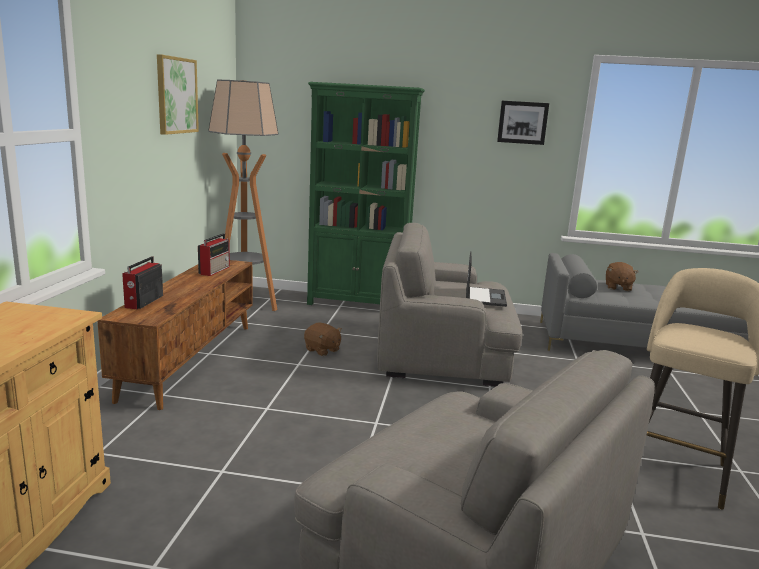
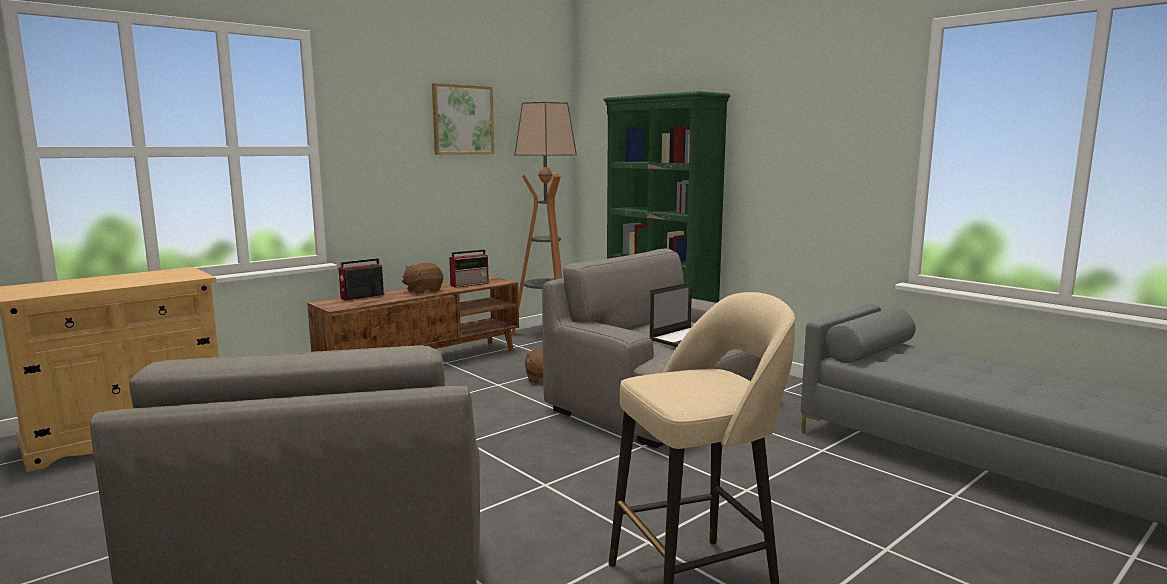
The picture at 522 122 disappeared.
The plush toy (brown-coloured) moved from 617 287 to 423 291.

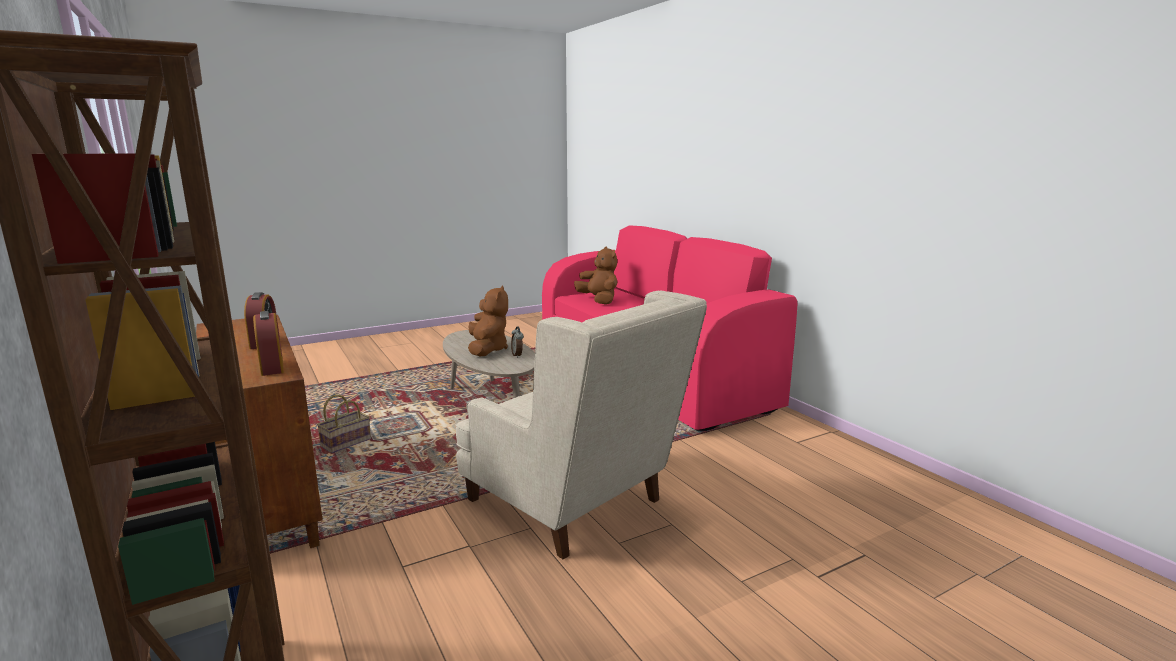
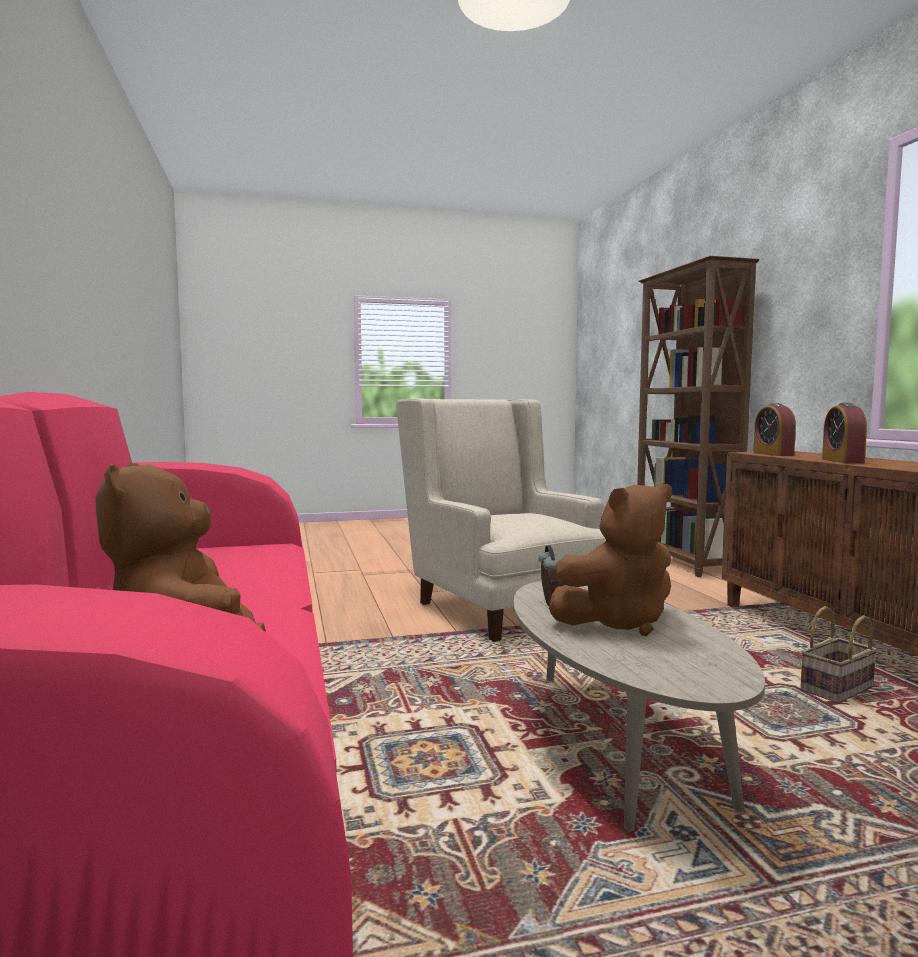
The plush toy (brown-coloured) at 487 349 turned 120 degrees counterclockwise.

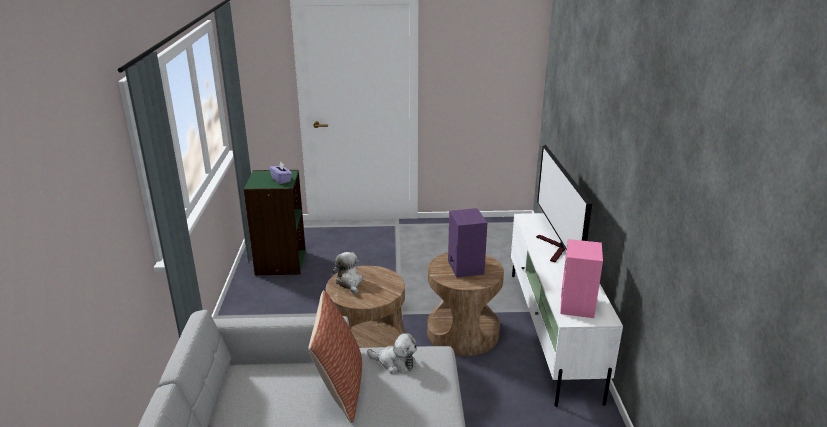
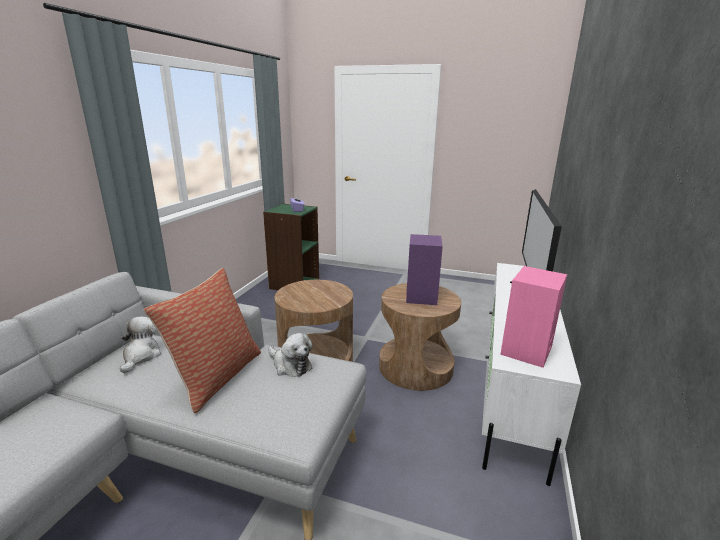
The plush toy moved from 349 282 to 141 356.

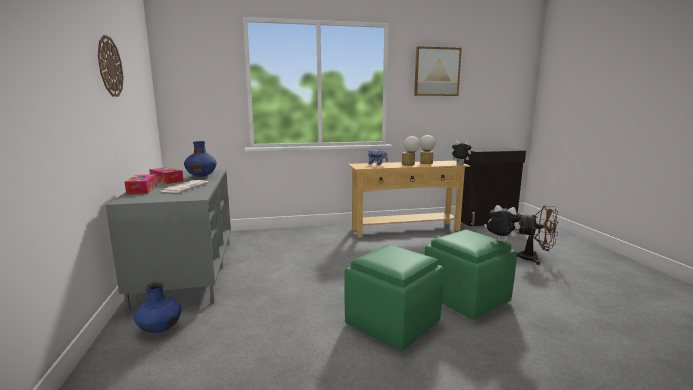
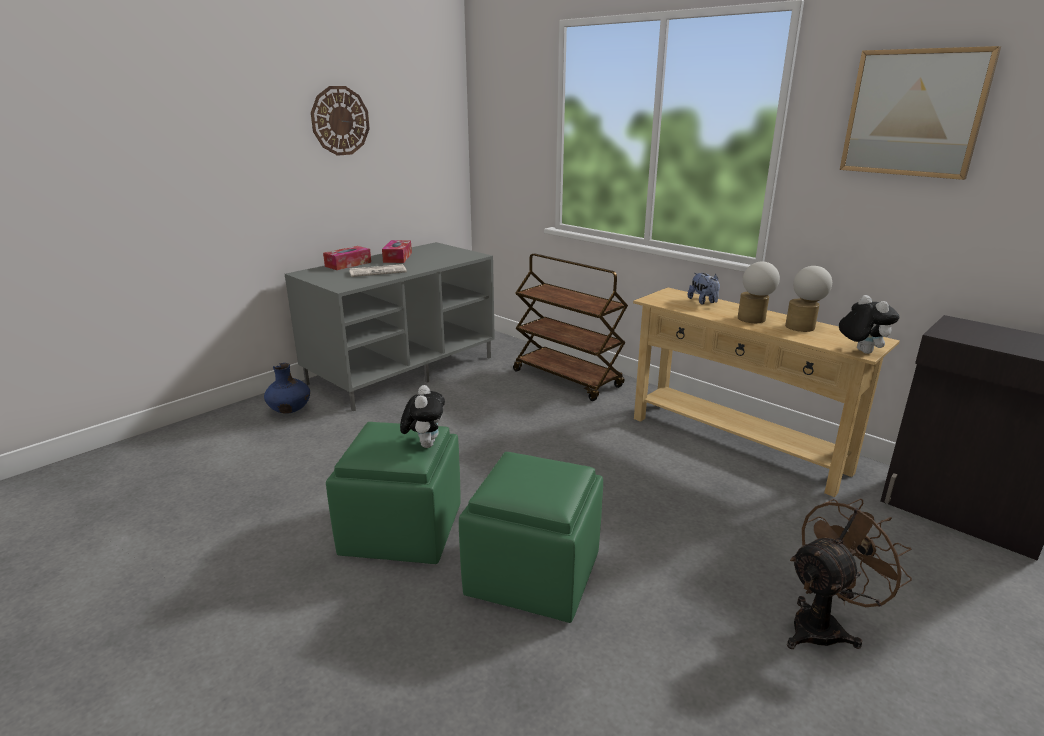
The decorative vase (bluish) at 201 176 disappeared.
The wheeled cart (brown-coloured) at 568 379 appeared.
The plush toy moved from 500 241 to 425 444.
The fan (brown-coloured) at 534 259 turned 105 degrees counterclockwise.

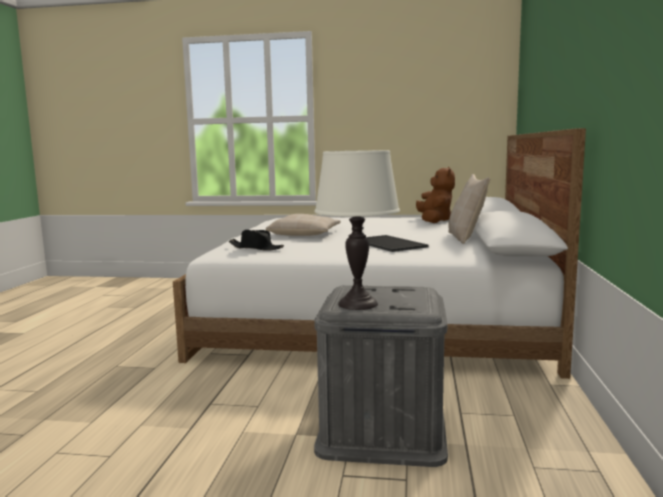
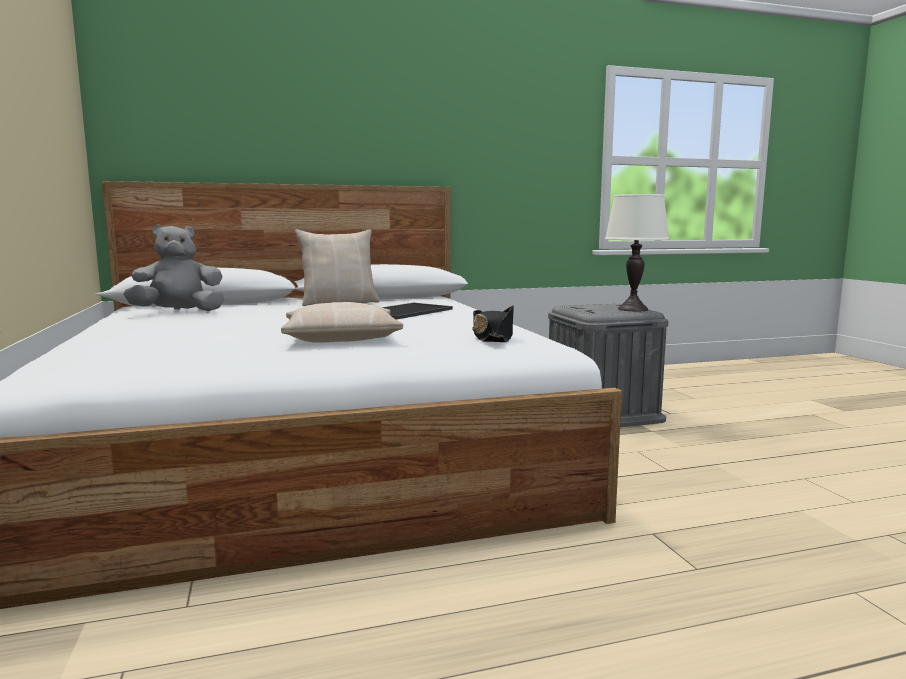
The plush toy (brown-coloured) at 434 221 became the plush toy (greyish) at 179 312.

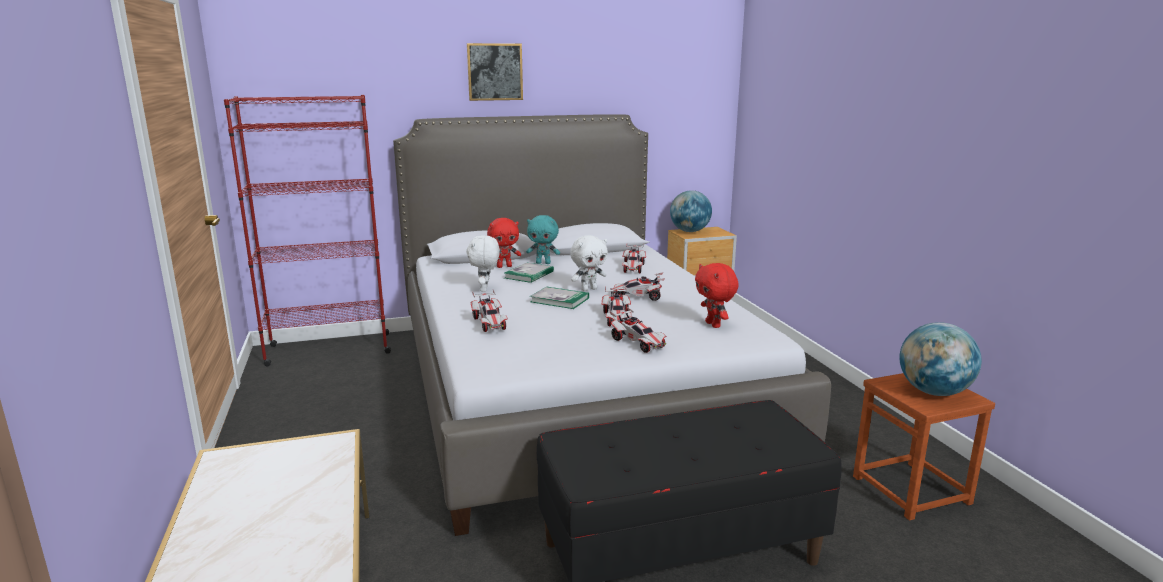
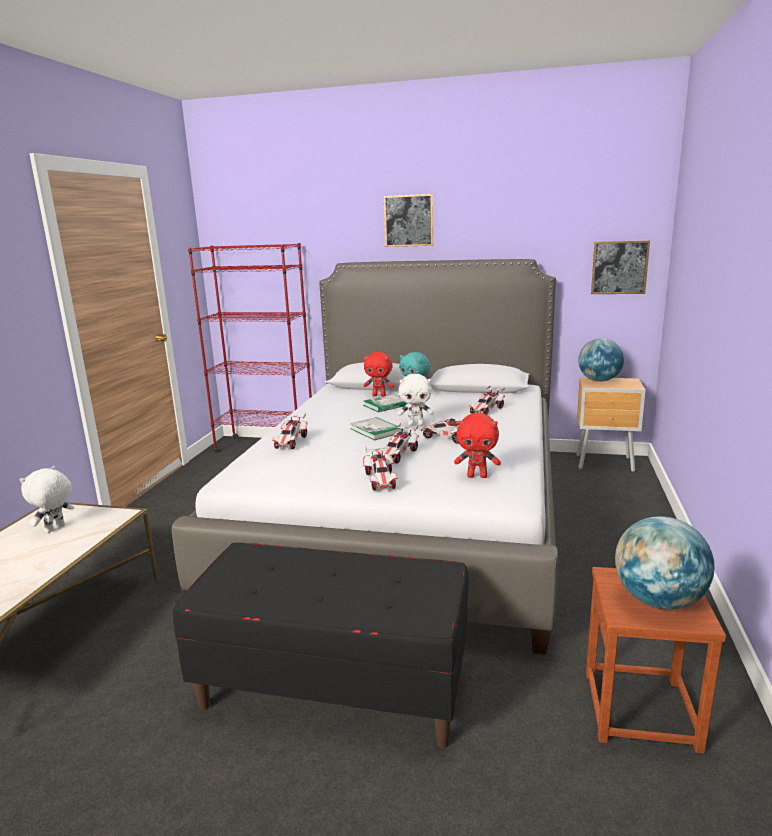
The picture at 619 267 appeared.
The plush toy (white) moved from 485 289 to 55 529.
The plush toy (reddish) at 714 325 turned 90 degrees counterclockwise.

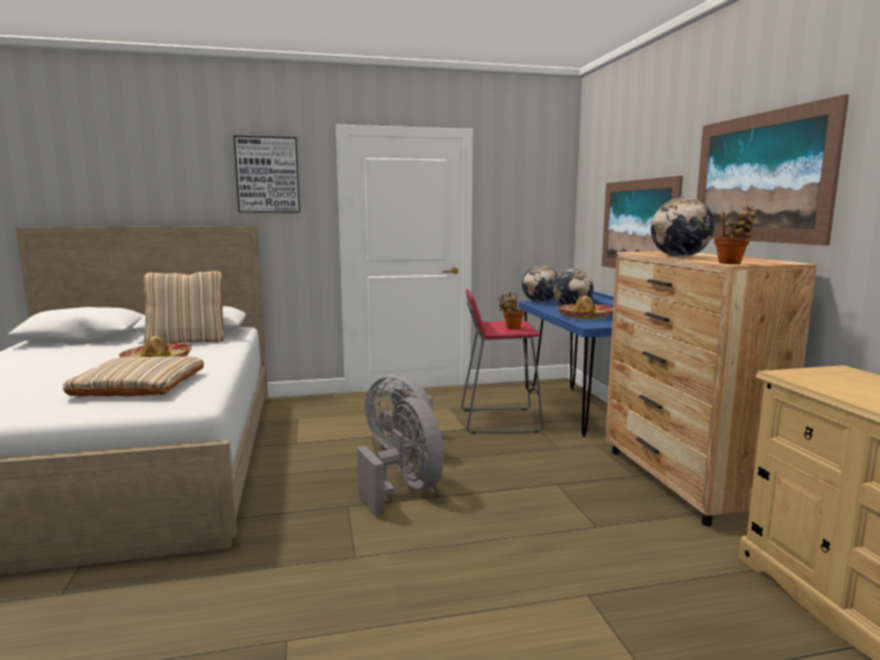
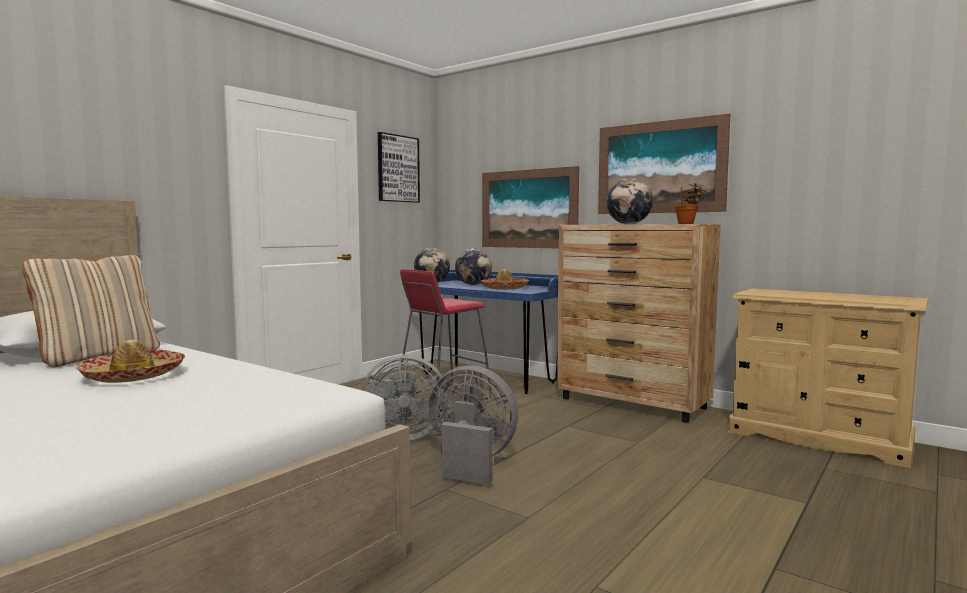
The cushion (beige) at 139 385 disappeared.
The plant in a pot at 511 327 disappeared.
The picture moved from 267 175 to 397 169.

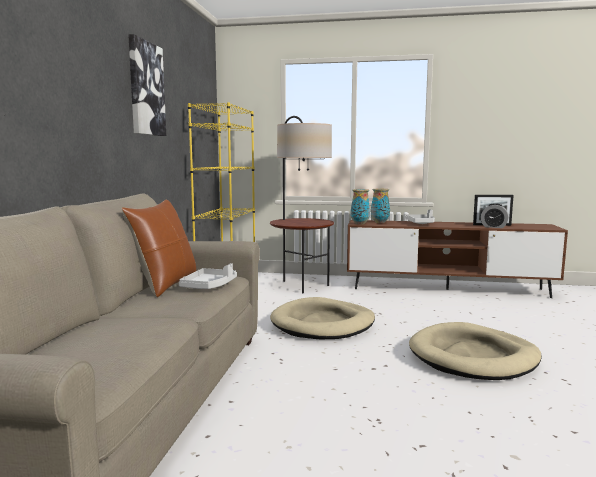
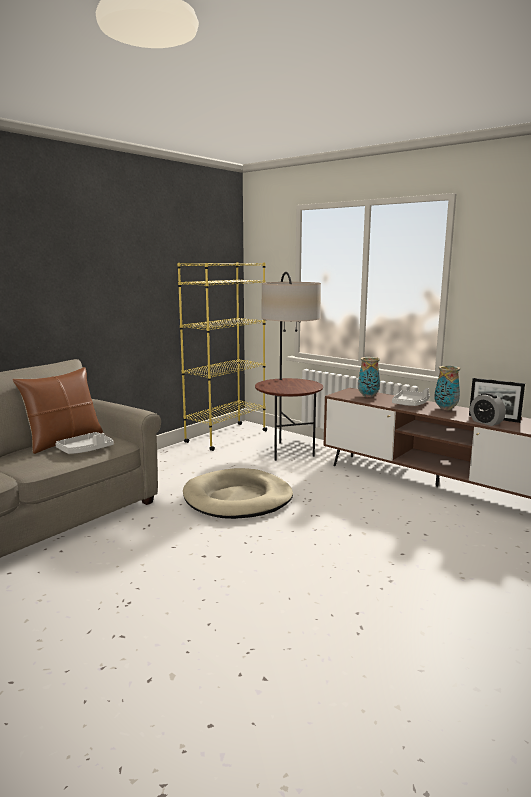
The picture at 145 89 disappeared.
The pet bed (beige) at 473 356 disappeared.
The decorative vase moved from 359 224 to 445 408.

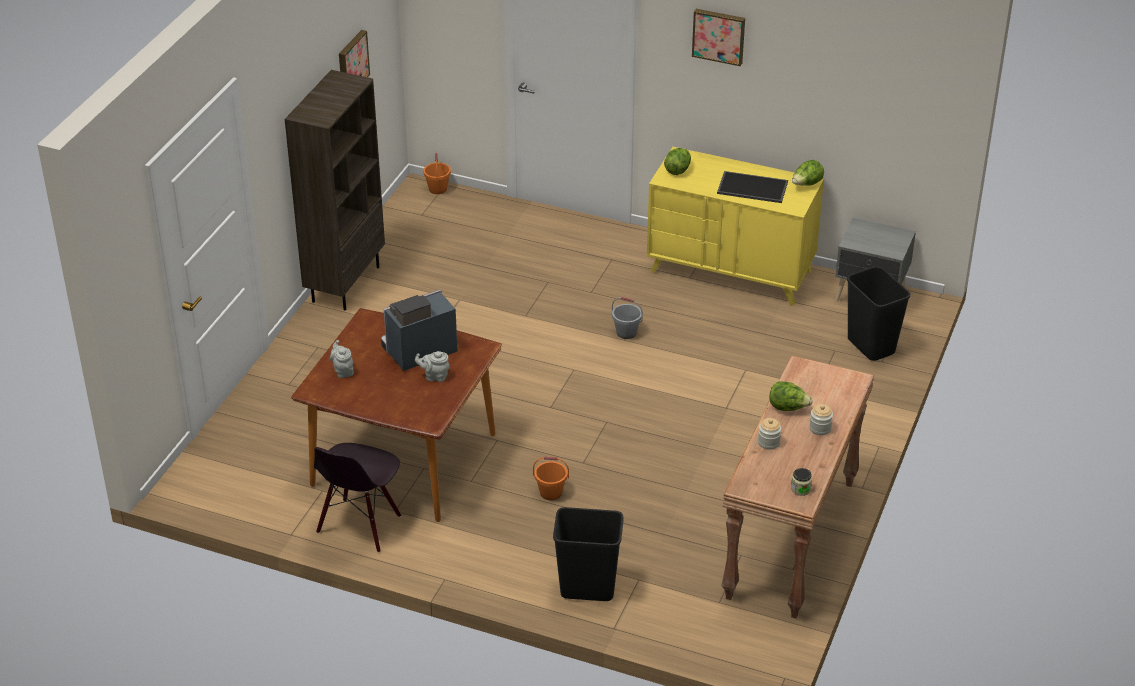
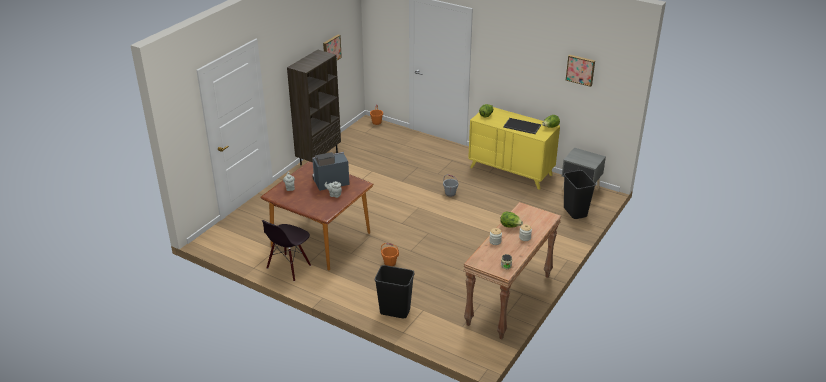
The picture moved from 719 36 to 580 70.

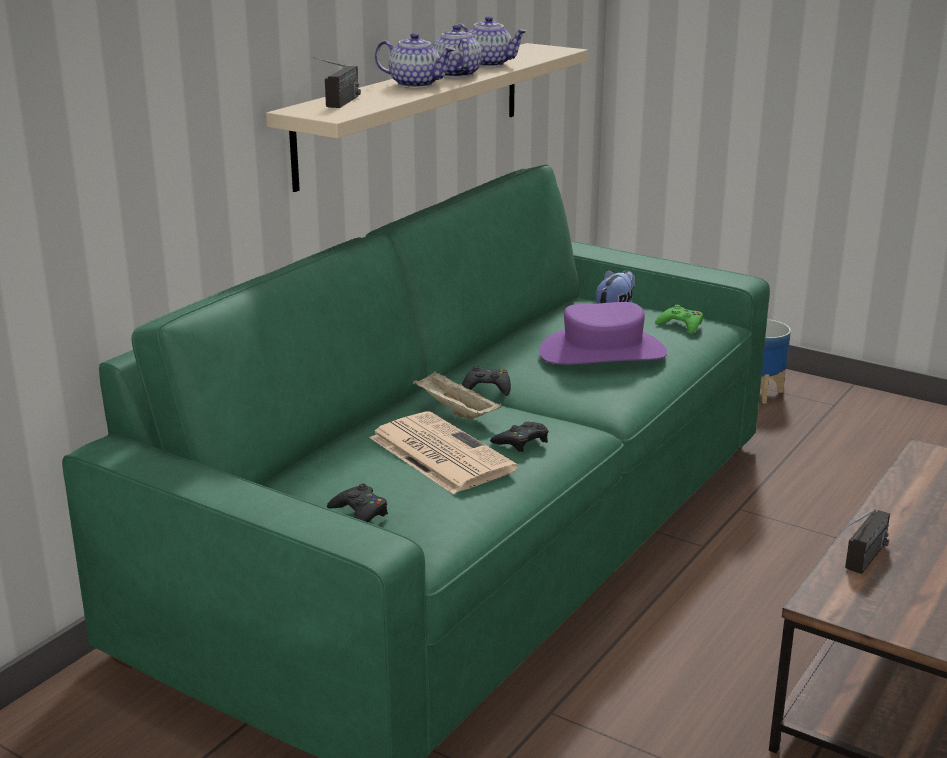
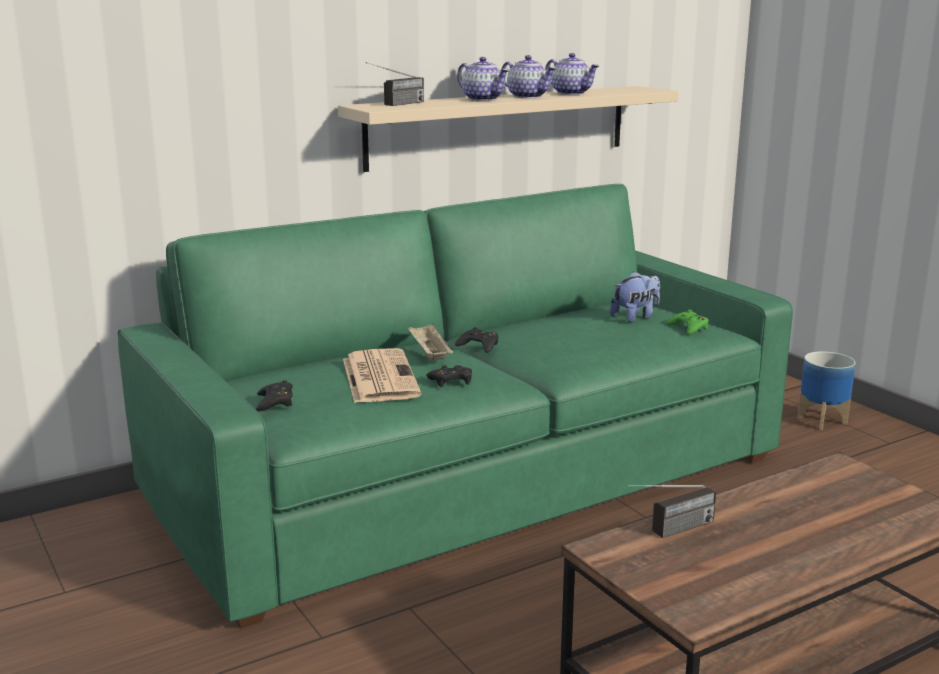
The clothing hat (purple-coloured) at 602 352 disappeared.
The tea pot at 455 75 turned 120 degrees clockwise.

